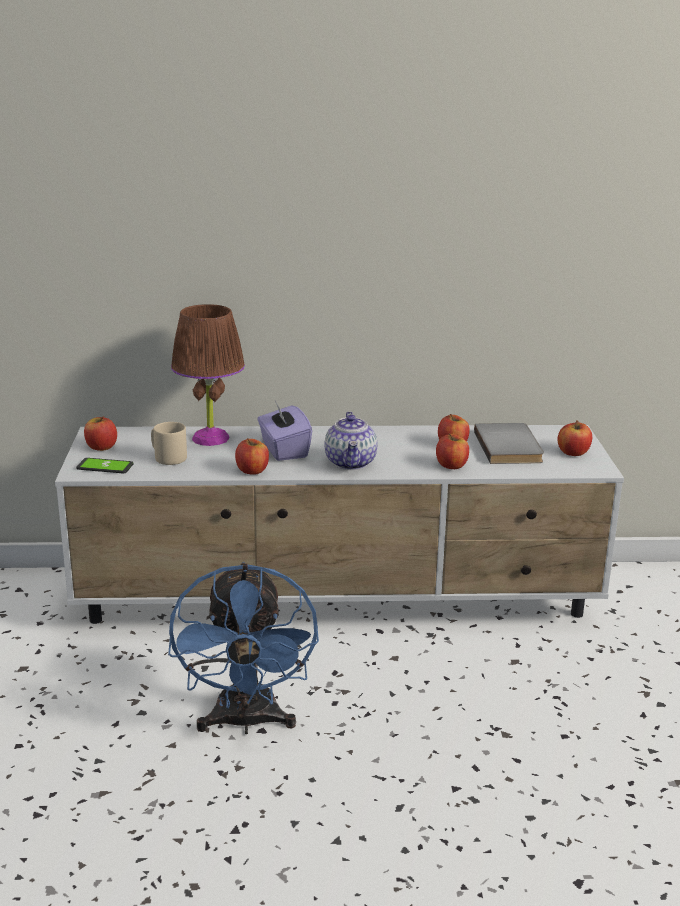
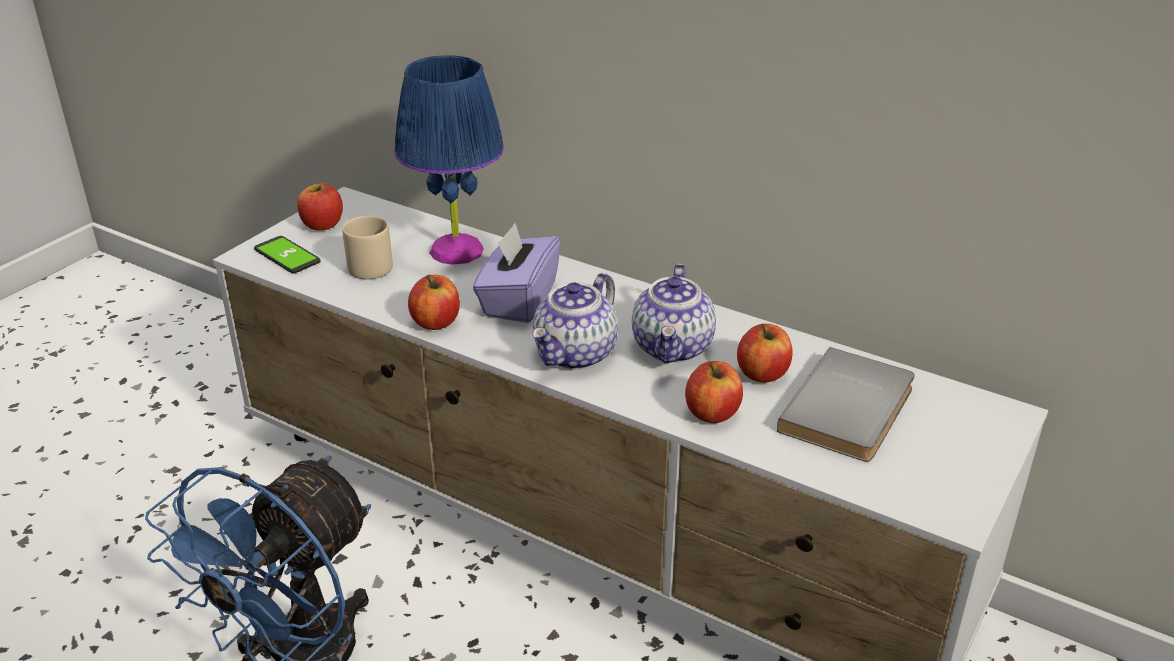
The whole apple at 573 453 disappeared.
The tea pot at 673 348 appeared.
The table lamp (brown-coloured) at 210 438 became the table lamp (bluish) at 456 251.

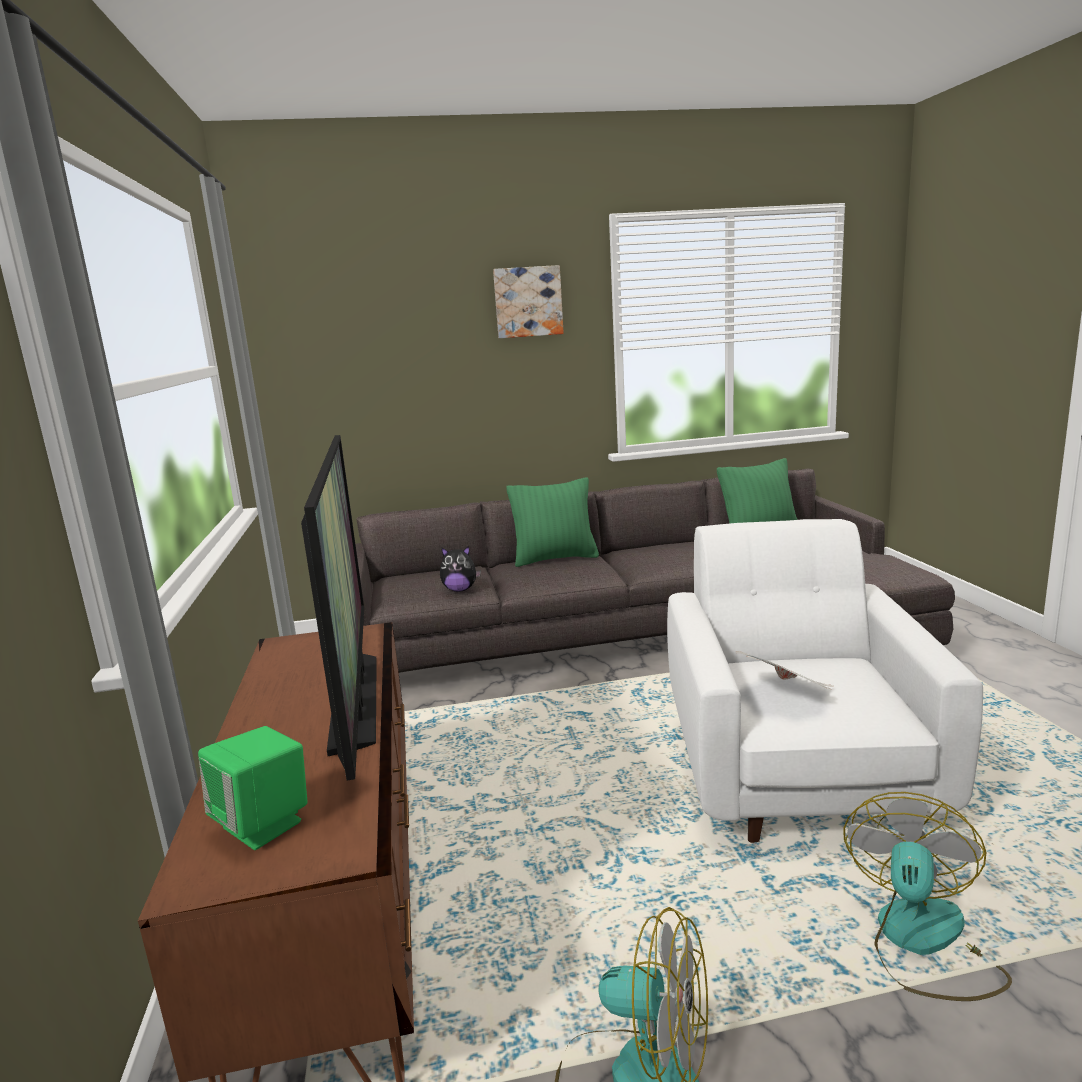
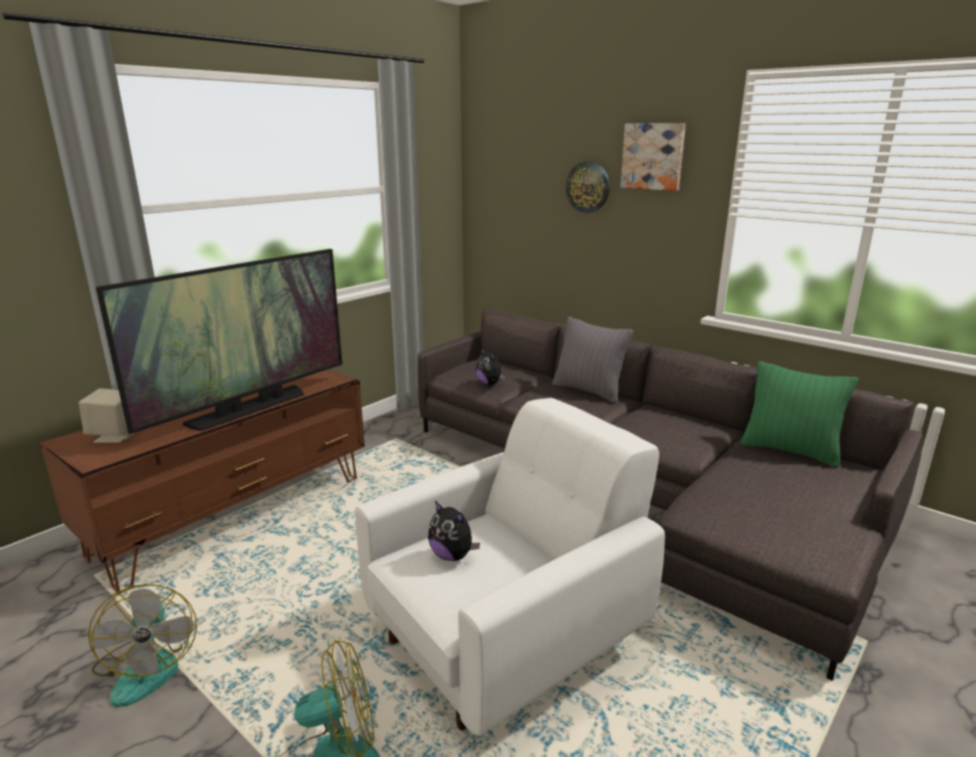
The wall clock at 588 187 appeared.
The newspaper at 787 694 was replaced by the plush toy at 452 555.
The loudspeaker (green-coloured) at 264 824 became the loudspeaker (beige) at 115 436.
The cushion (green-coloured) at 555 559 became the cushion (greyish) at 588 390.

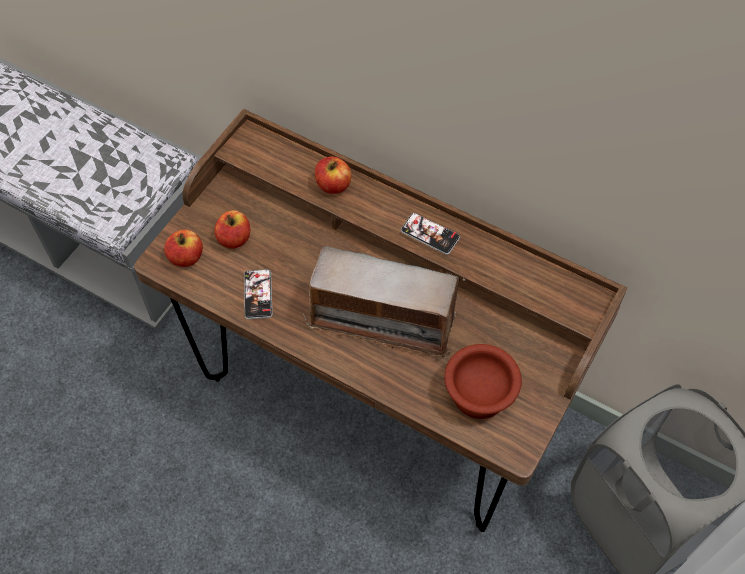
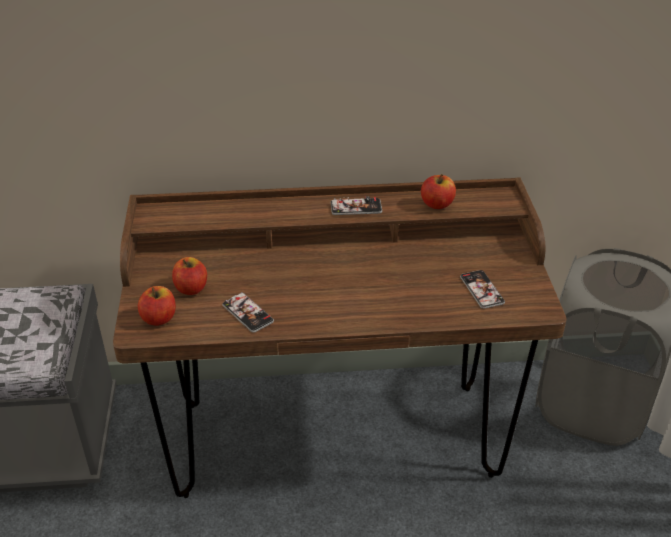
The radio at 383 320 disappeared.
The whole apple moved from 333 185 to 437 204.
The bowl (brown-coloured) at 481 393 was replaced by the handset at 481 290.

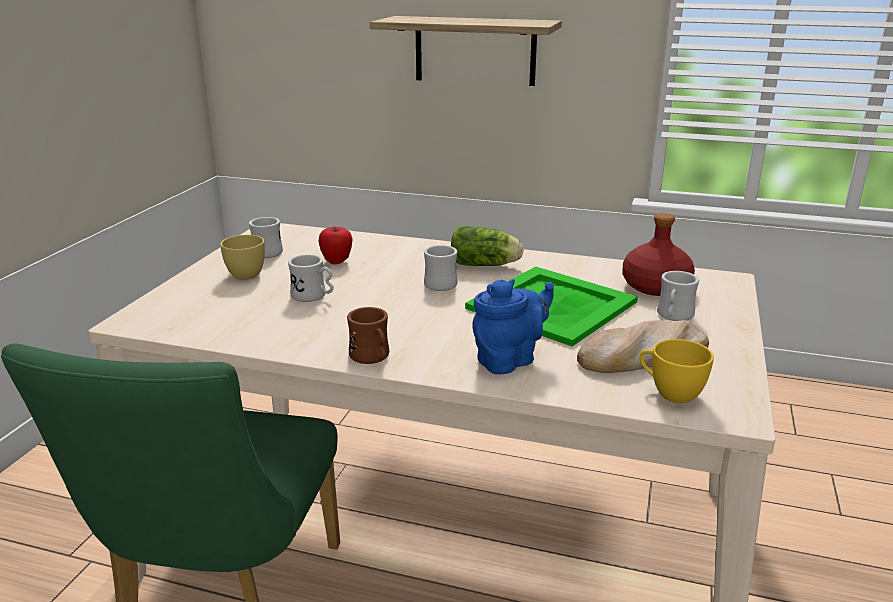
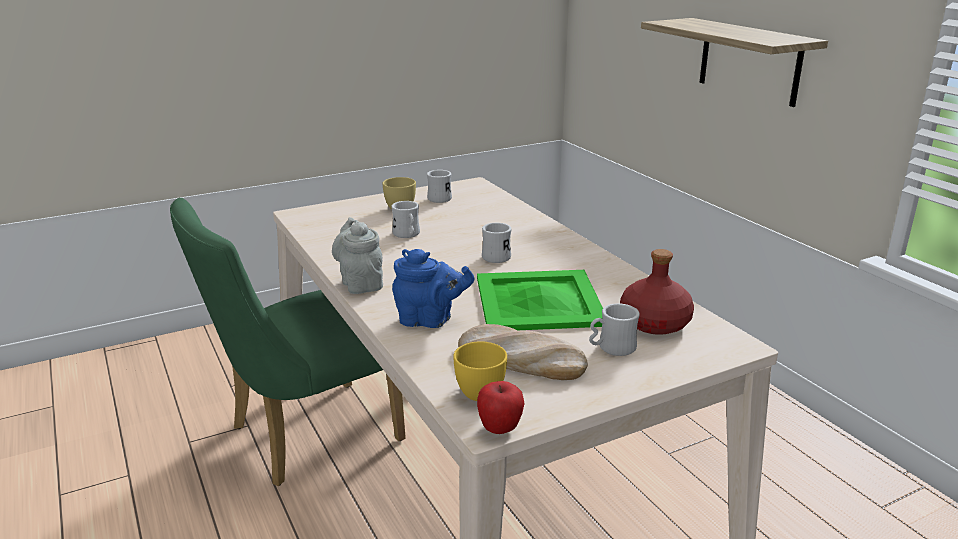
The lettuce at 486 265 disappeared.
The whole apple moved from 337 262 to 500 429.
The mug (brown-coloured) at 372 358 was replaced by the tea pot (greyish) at 360 283.

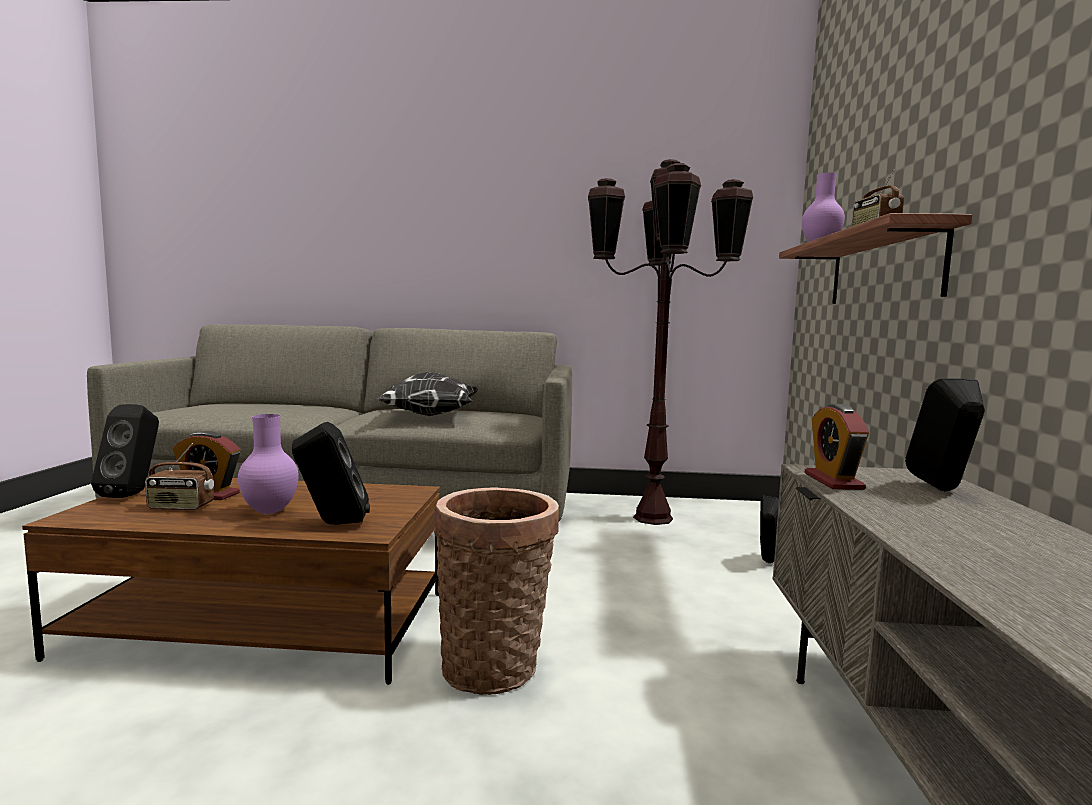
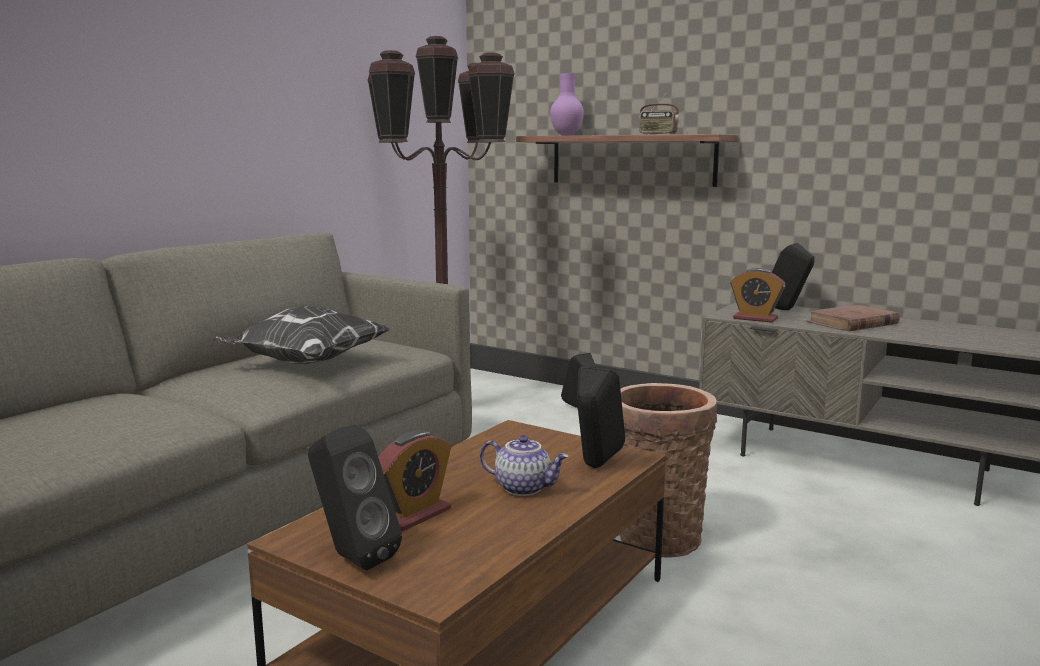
The radio at 180 507 disappeared.
The volume (brown-coloured) at 852 323 appeared.
The decorative vase (purple-coloured) at 271 511 was replaced by the tea pot at 524 488.

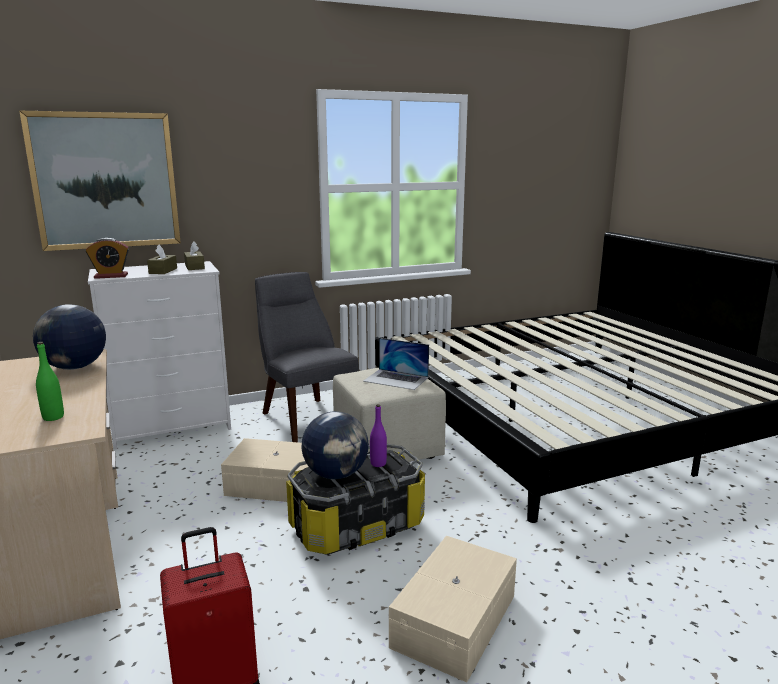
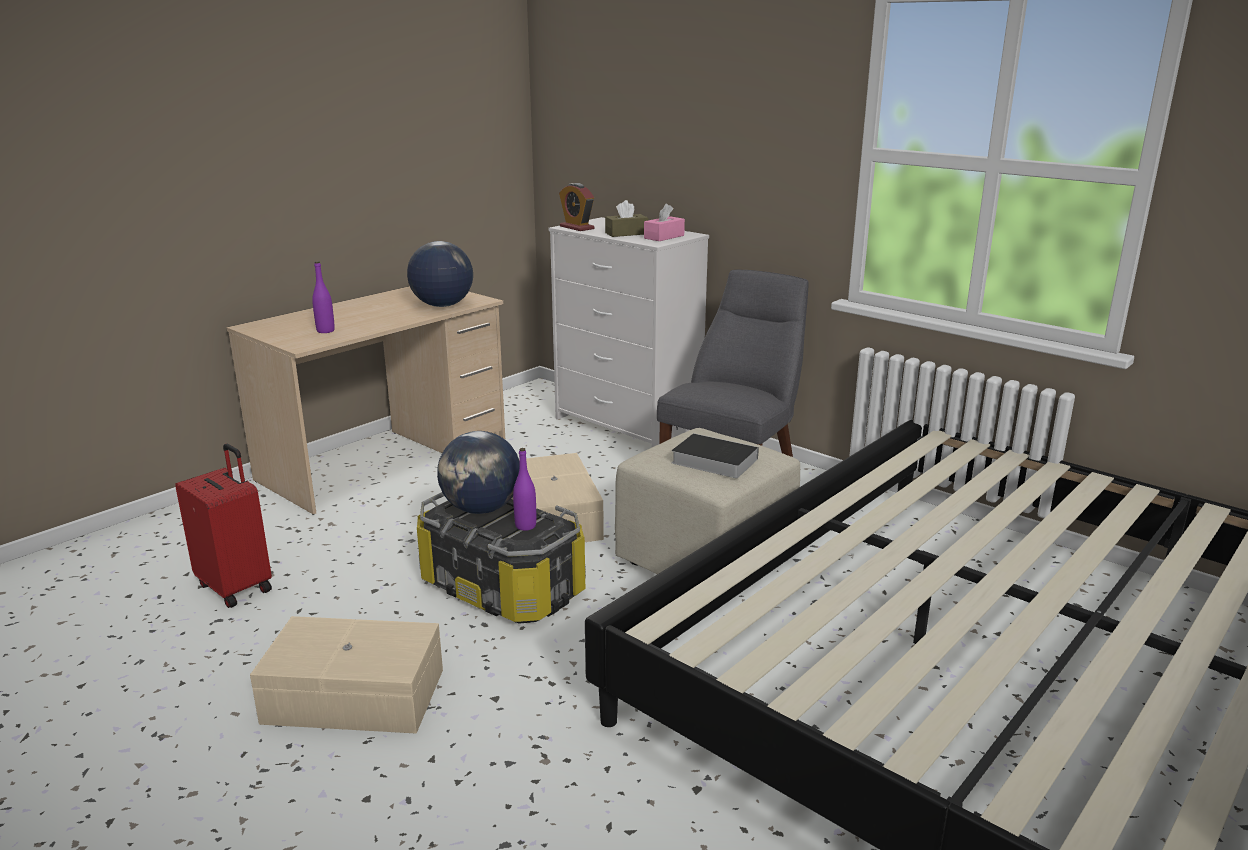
The picture at 105 181 disappeared.
The laptop at 396 379 was replaced by the volume at 711 460.
The drink bottle (green-coloured) at 53 417 became the drink bottle (purple-coloured) at 325 331.
The tissue box (brown-coloured) at 194 267 became the tissue box (pink-coloured) at 664 237.

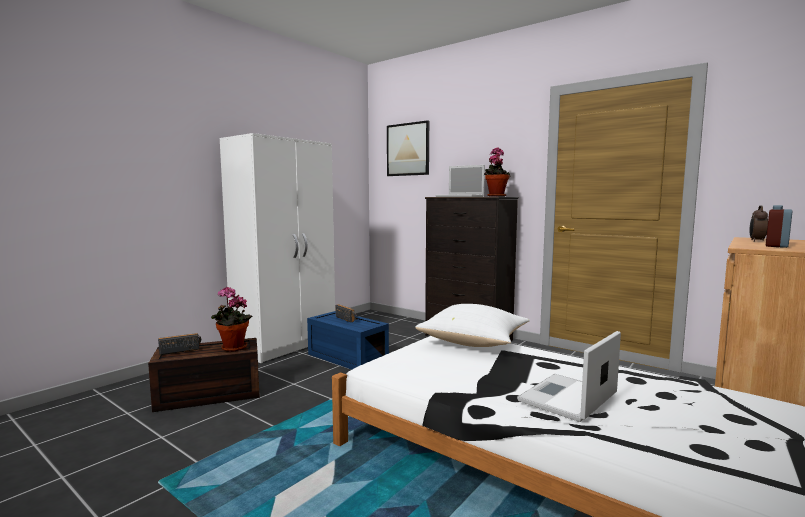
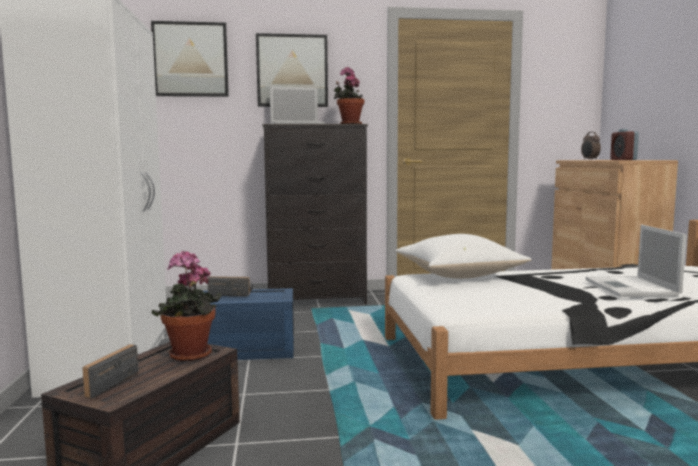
The picture at 292 71 appeared.

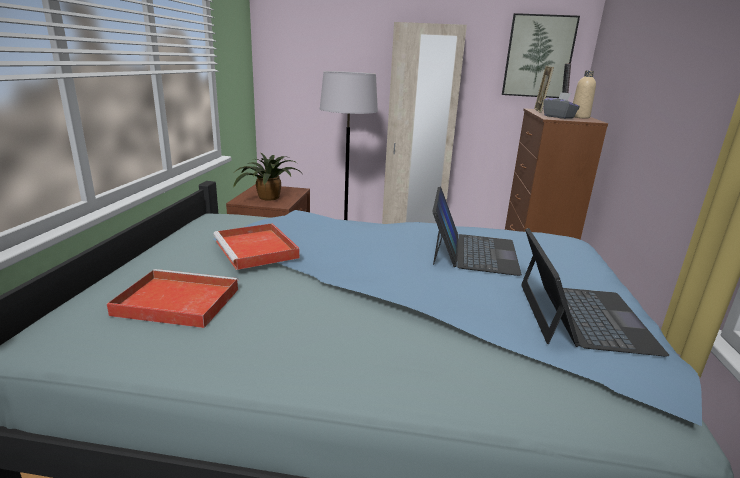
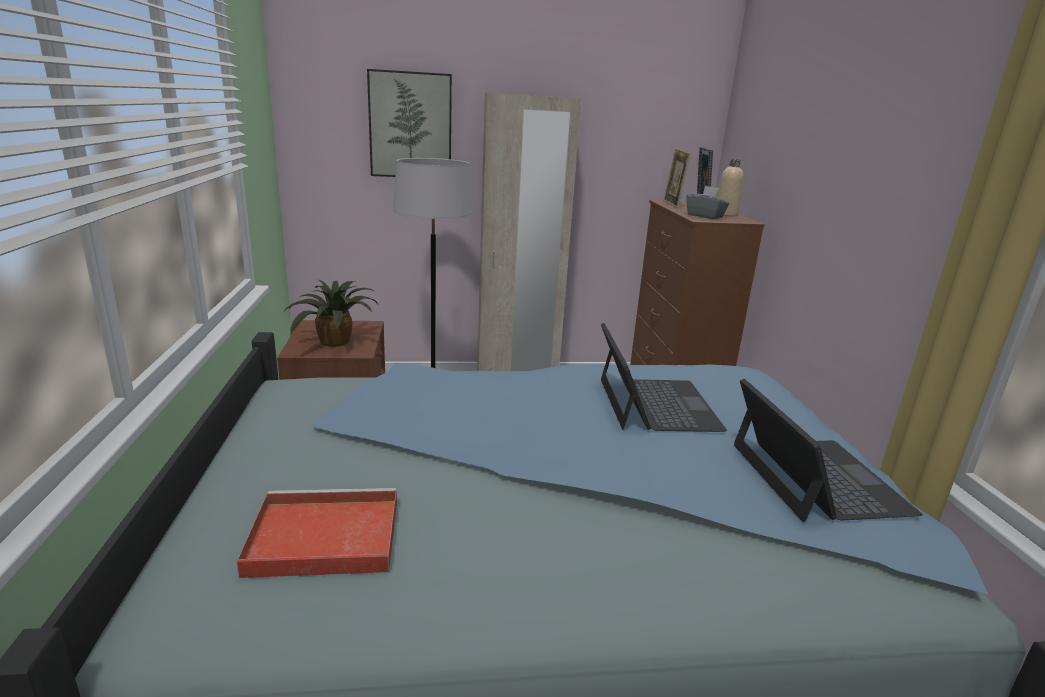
The serving tray (reddish) at 257 249 disappeared.
The picture moved from 538 56 to 410 125.

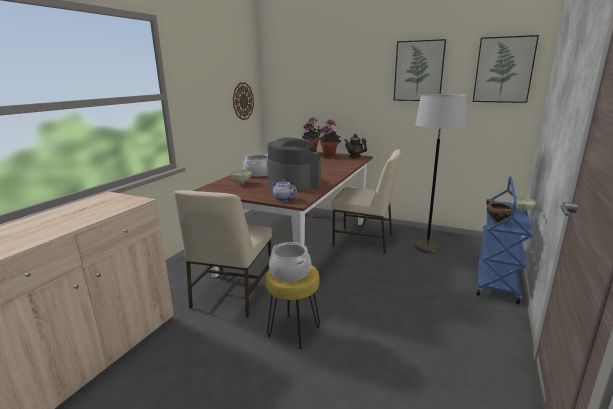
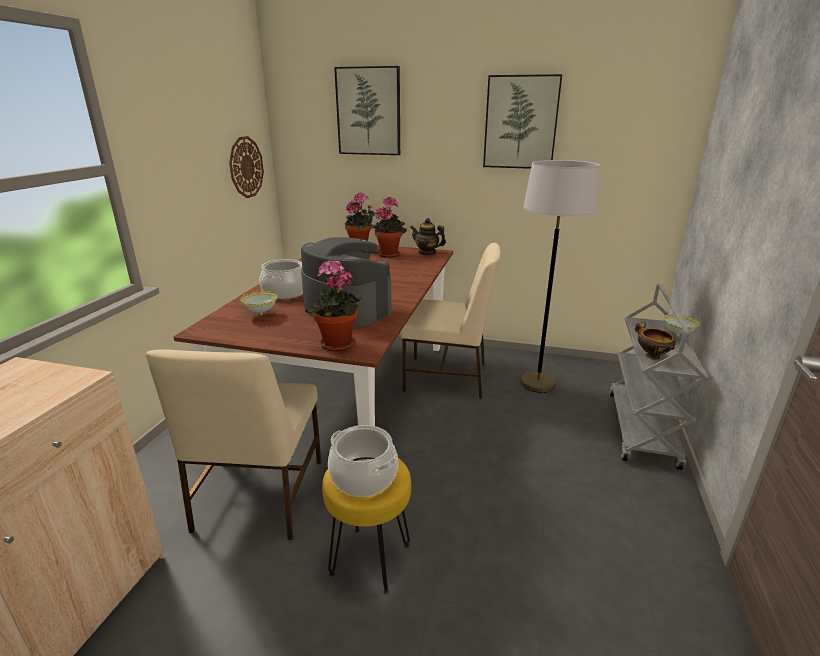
The picture moved from 503 70 to 369 111.
The tea pot at 283 199 was replaced by the plant in a pot at 337 346.
The wheeled cart (bluish) at 497 279 became the wheeled cart (greyish) at 642 429.

